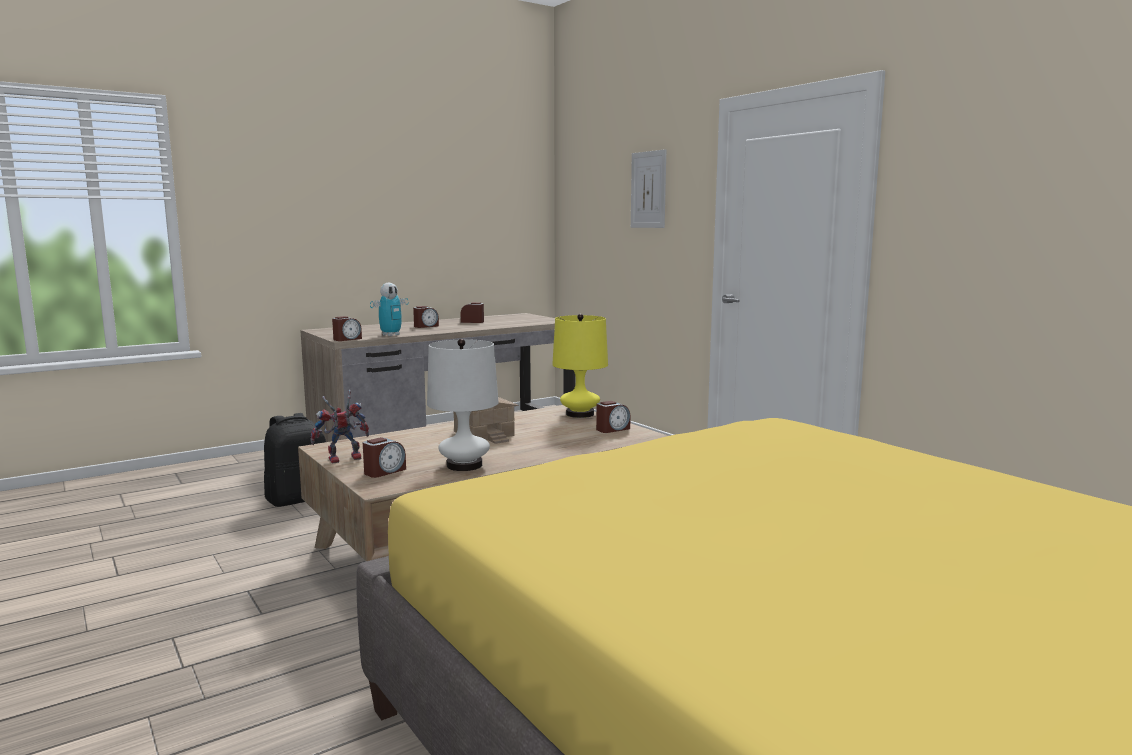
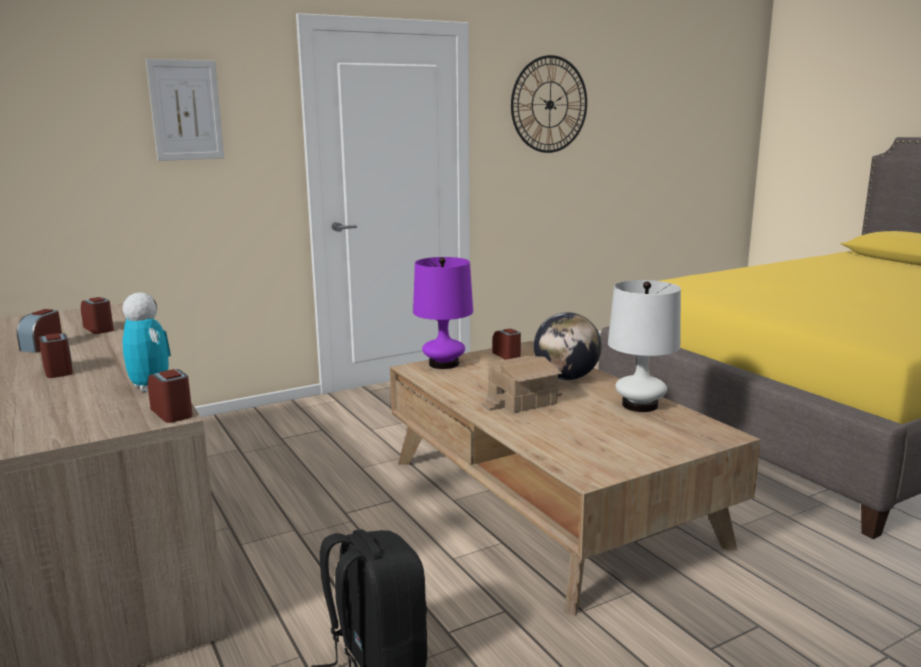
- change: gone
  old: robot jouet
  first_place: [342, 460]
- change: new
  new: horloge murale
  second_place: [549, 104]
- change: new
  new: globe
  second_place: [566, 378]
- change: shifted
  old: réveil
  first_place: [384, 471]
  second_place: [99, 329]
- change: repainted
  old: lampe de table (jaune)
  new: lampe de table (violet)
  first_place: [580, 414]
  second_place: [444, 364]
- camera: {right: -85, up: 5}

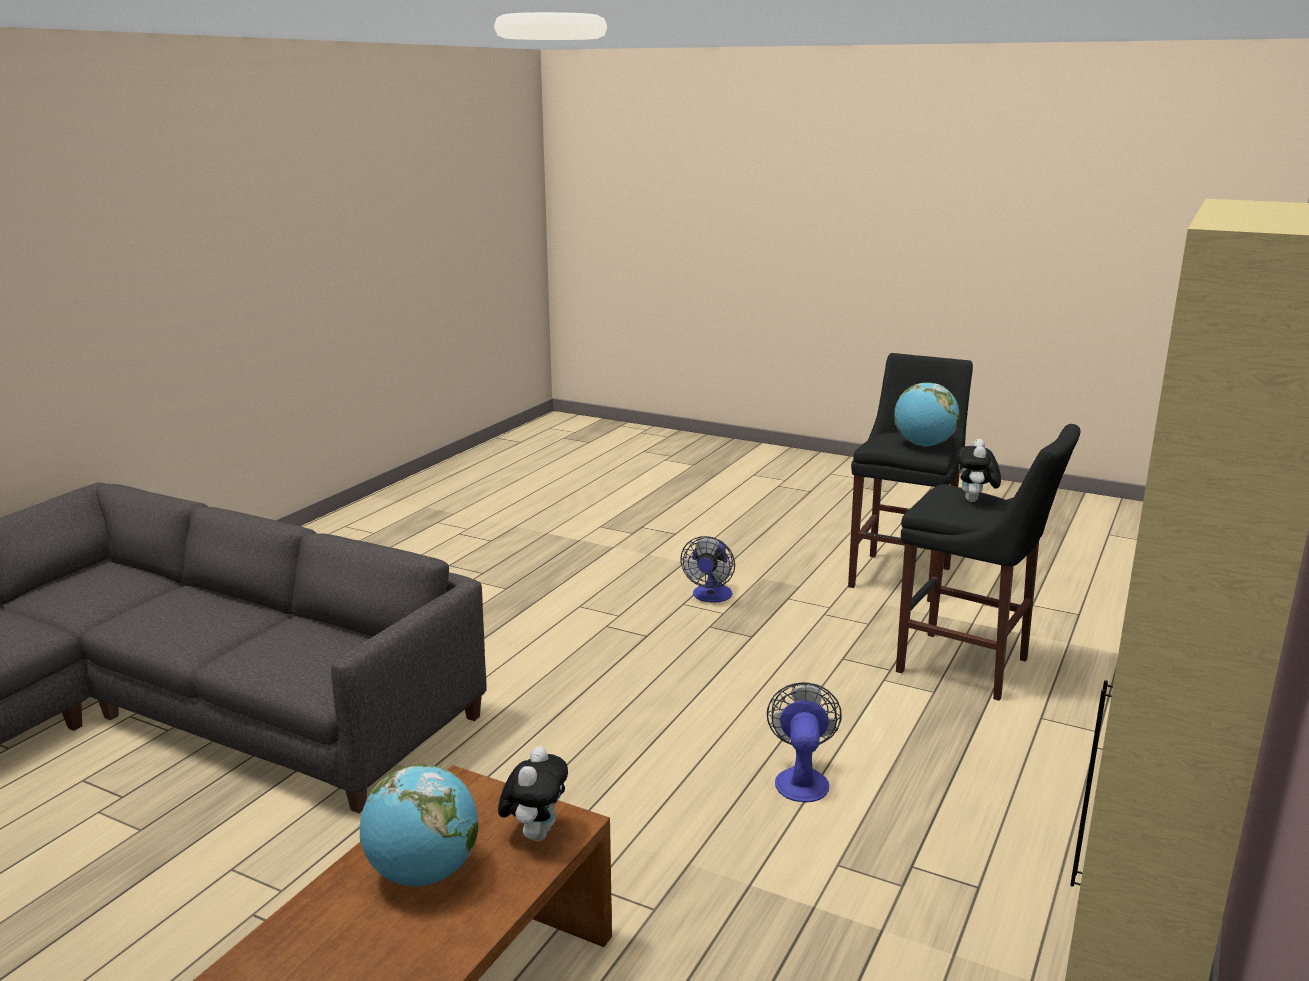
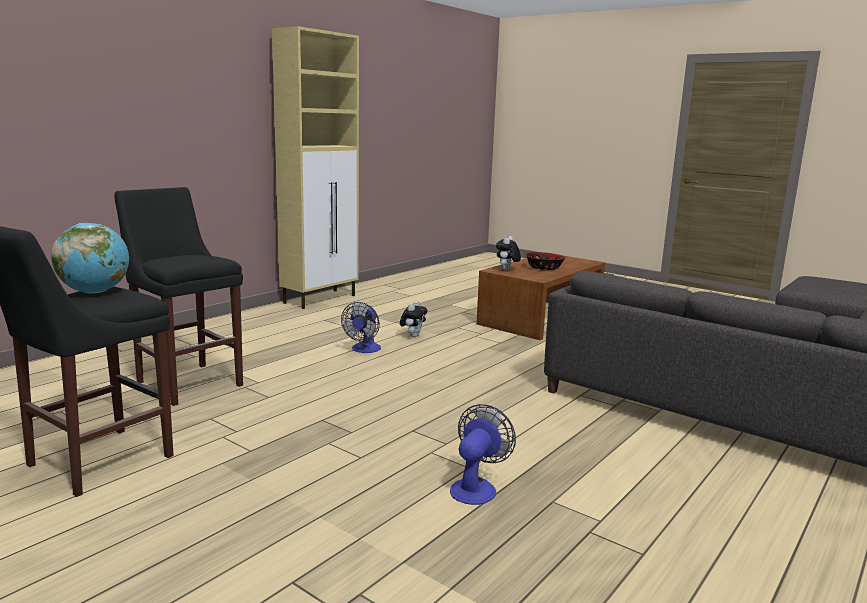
- change: shifted
  old: ventilateur
  first_place: [710, 597]
  second_place: [476, 487]
- change: shifted
  old: peluche
  first_place: [975, 501]
  second_place: [413, 336]
- change: swapped
  old: globe
  new: bol
  first_place: [423, 874]
  second_place: [544, 268]
- camera: {right: -170, up: -5}

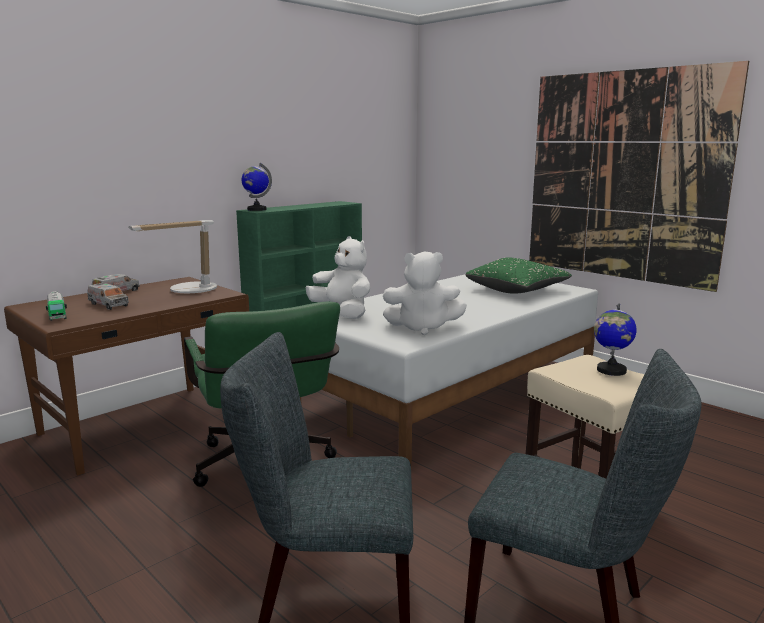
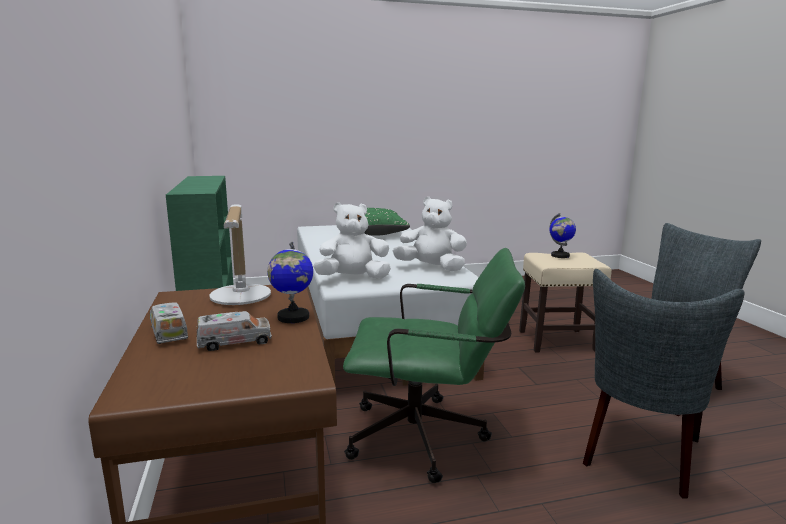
- change: gone
  old: camion jouet
  first_place: [57, 315]
- change: gone
  old: tableau
  first_place: [623, 177]
- change: shifted
  old: globe
  first_place: [256, 209]
  second_place: [293, 317]
- change: rotated
  old: peluche (blanc)
  first_place: [422, 328]
  second_place: [431, 268]
  degrees: -105
- camera: {right: -60, up: 0}

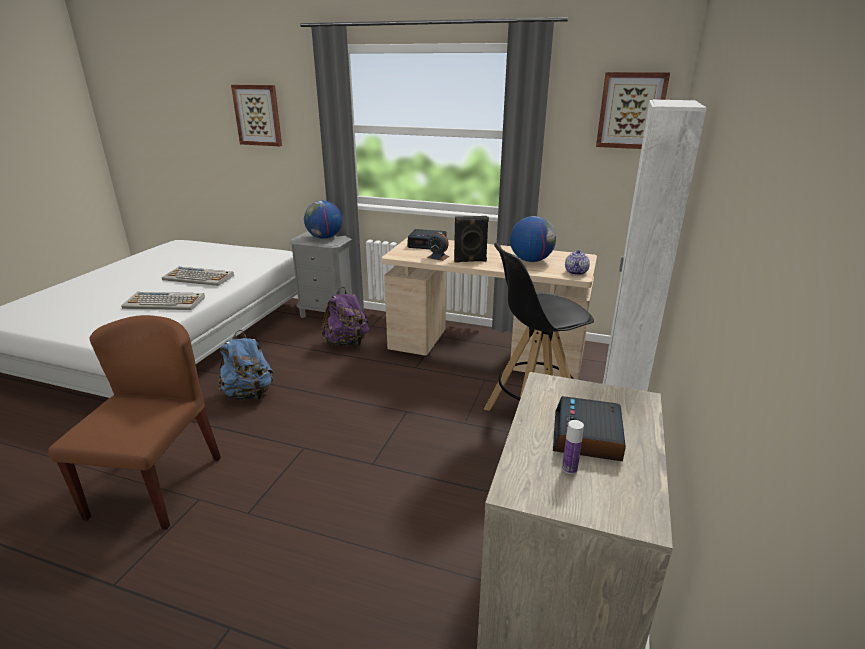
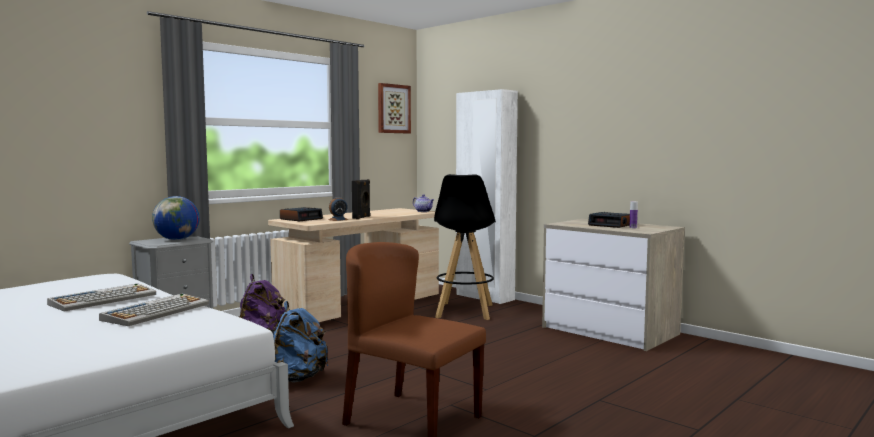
- change: gone
  old: tableau
  first_place: [258, 115]
- change: gone
  old: globe
  first_place: [530, 260]
- camera: {right: -65, up: -20}

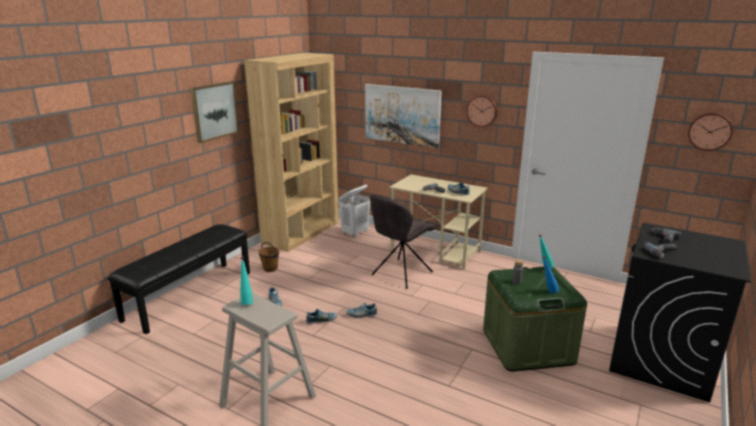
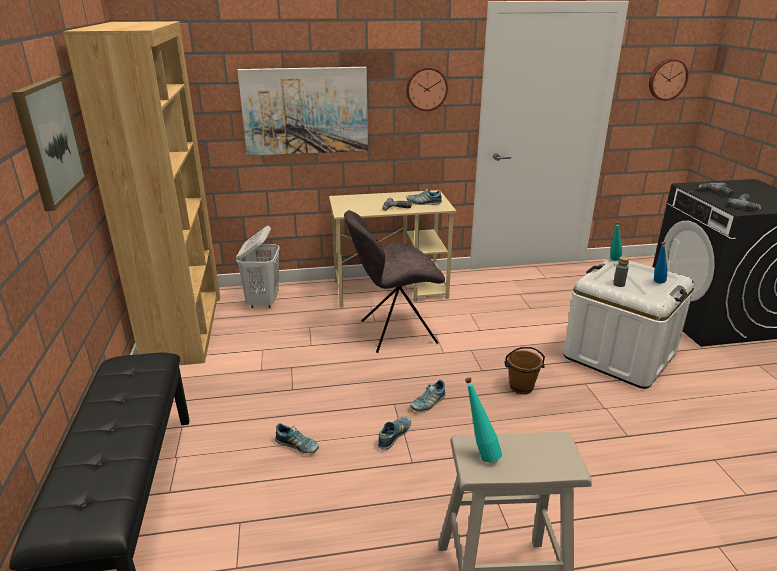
- change: shifted
  old: seau (marron)
  first_place: [270, 269]
  second_place: [521, 387]
- change: repainted
  old: boîte de rangement (vert)
  new: boîte de rangement (blanc)
  first_place: [527, 346]
  second_place: [619, 355]
- change: rotated
  old: chaise (gris)
  first_place: [400, 274]
  second_place: [395, 332]
  degrees: 75
- camera: {right: -40, up: 5}

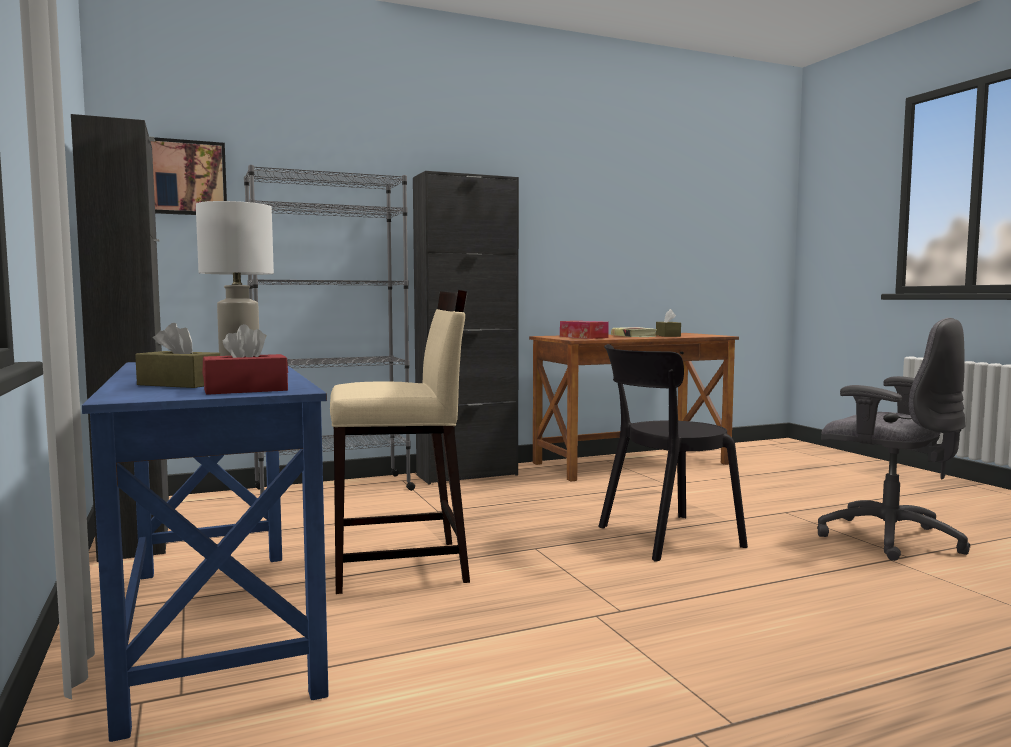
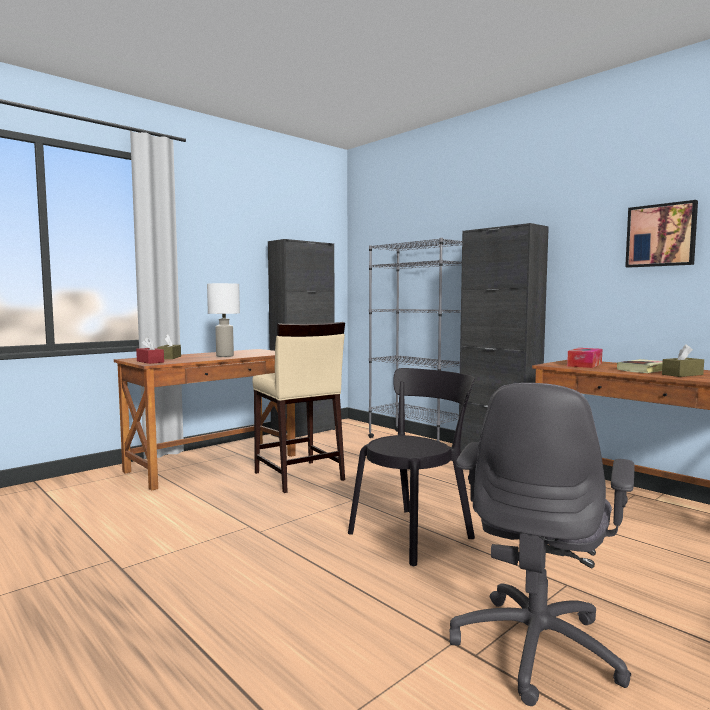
- change: shifted
  old: tableau
  first_place: [187, 178]
  second_place: [661, 235]
- change: repainted
  old: bureau (bleu)
  new: bureau (marron)
  first_place: [216, 626]
  second_place: [213, 463]
- change: rotated
  old: chaise (noir)
  first_place: [663, 537]
  second_place: [414, 534]
  degrees: 90
- camera: {right: 70, up: 0}

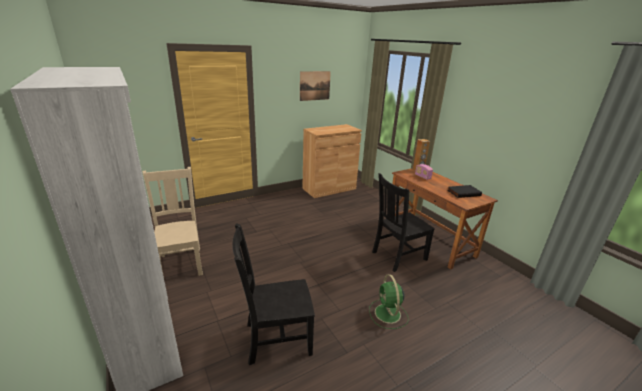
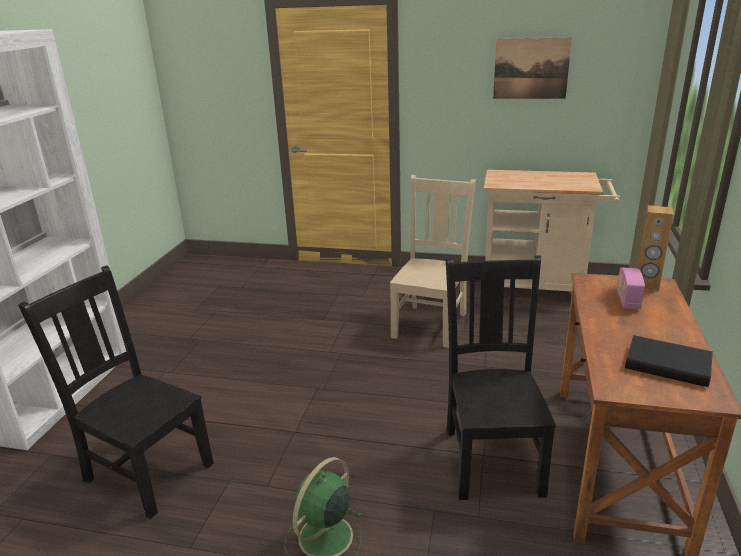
- change: shifted
  old: chaise (beige)
  first_place: [181, 263]
  second_place: [431, 324]
- change: swapped
  old: meuble de rangement (marron)
  new: chariot (beige)
  first_place: [329, 188]
  second_place: [539, 289]
- change: rotated
  old: chaise (noir)
  first_place: [397, 256]
  second_place: [492, 458]
  degrees: 75
- camera: {right: 45, up: 0}

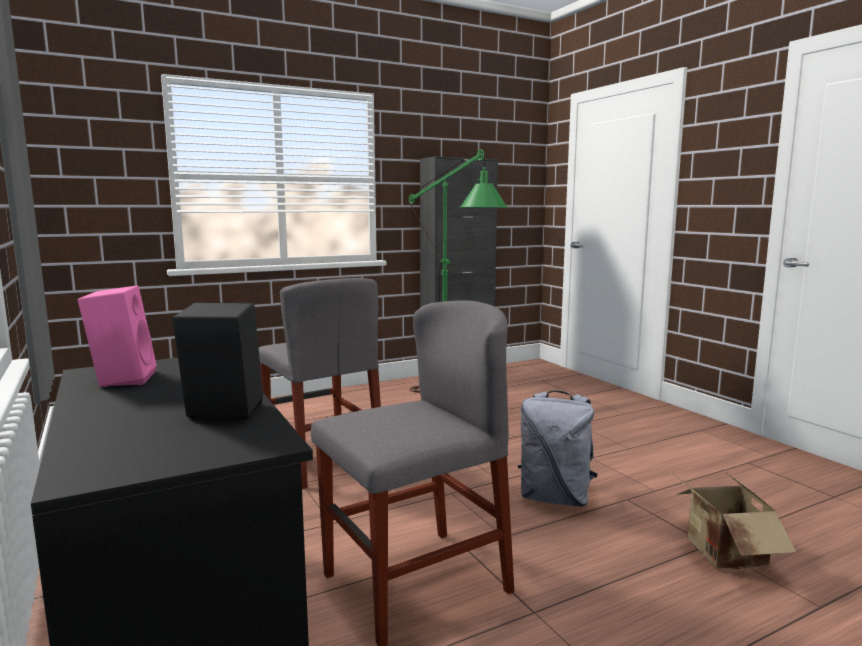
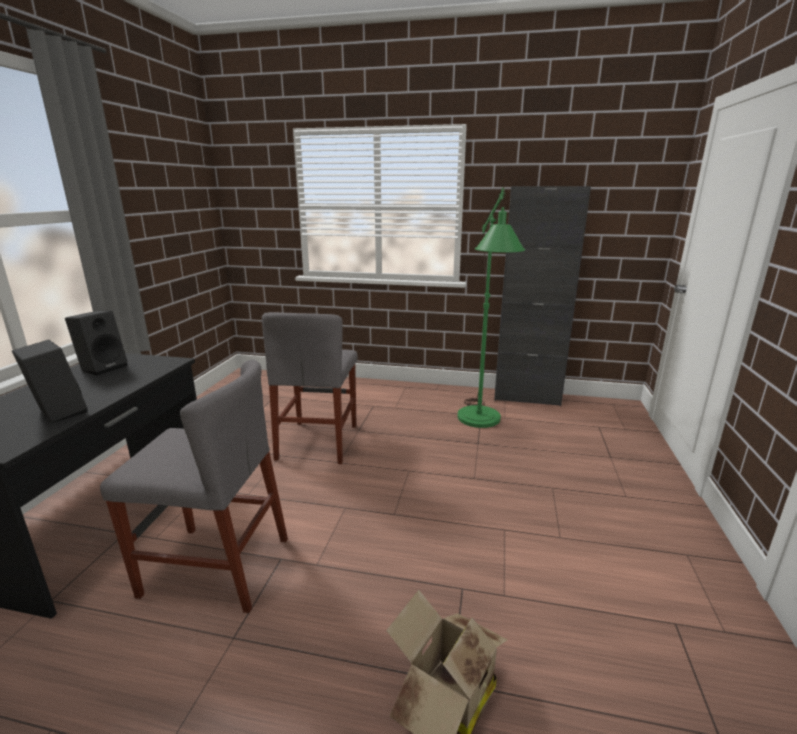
- change: gone
  old: sac à dos (gris)
  first_place: [555, 498]
- change: repainted
  old: enceinte (rose)
  new: enceinte (noir)
  first_place: [122, 379]
  second_place: [104, 367]
- camera: {right: 40, up: 10}

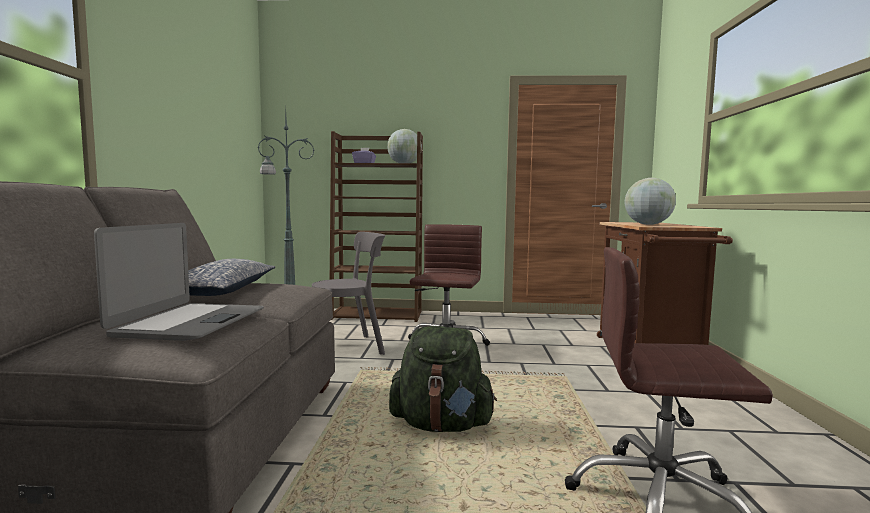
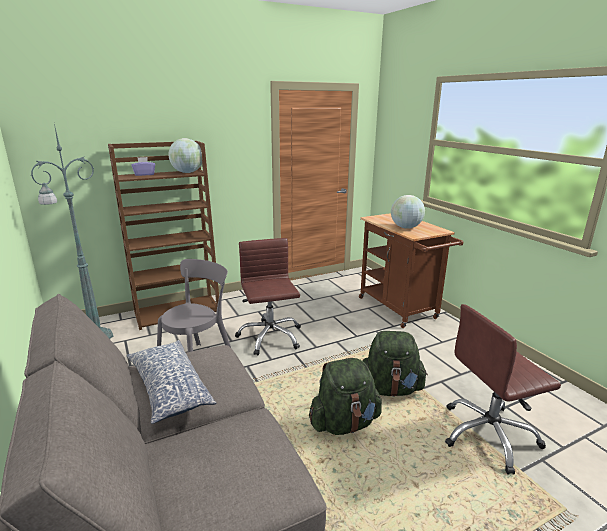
- change: gone
  old: ordinateur portable
  first_place: [190, 323]
- change: new
  new: sac à dos (vert)
  second_place: [390, 389]
- camera: {right: -30, up: 15}

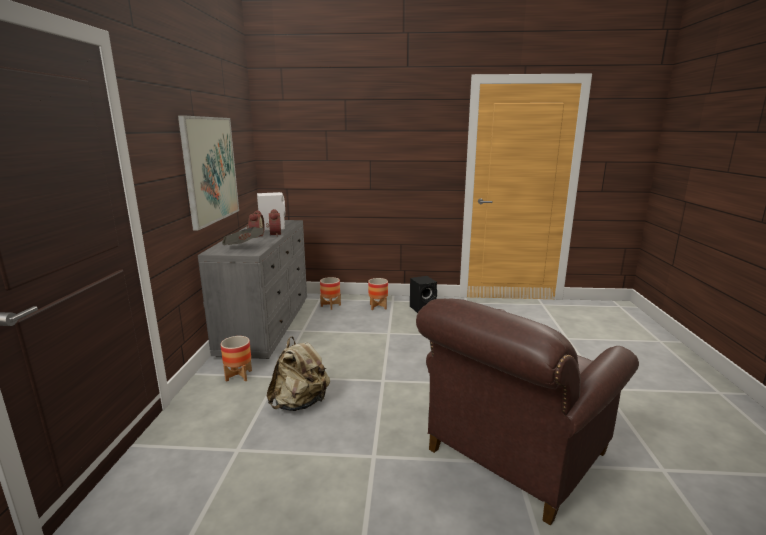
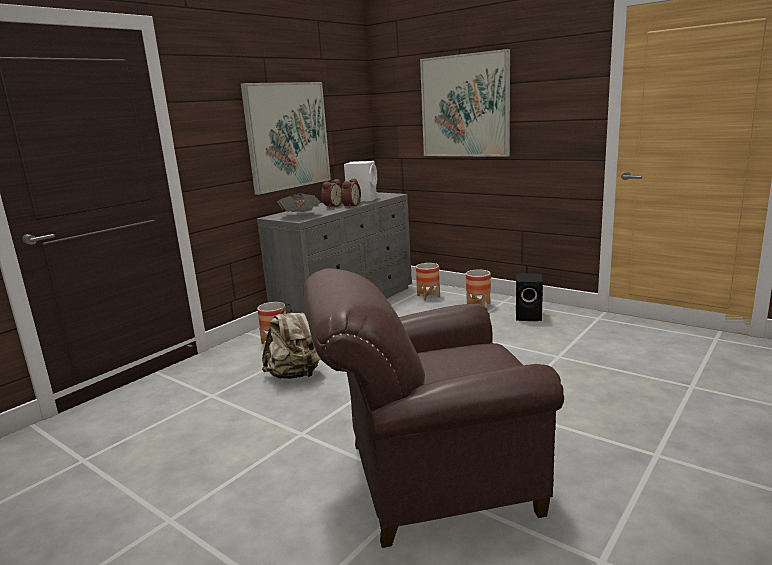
- change: new
  new: tableau
  second_place: [465, 106]
- camera: {right: 35, up: 0}

